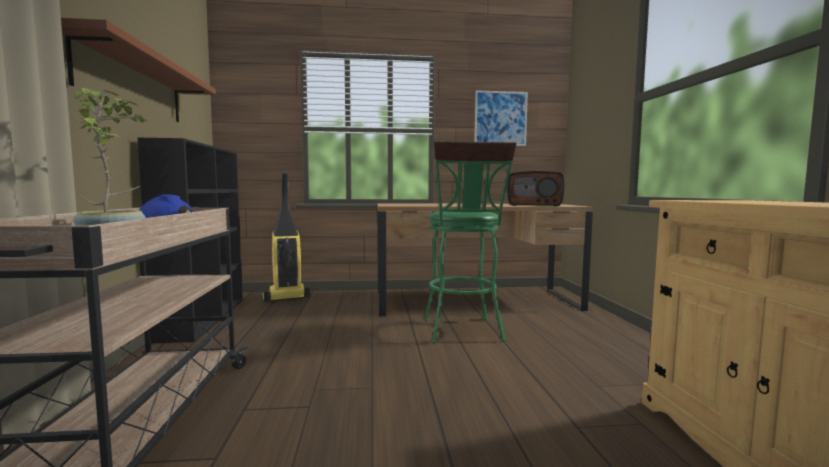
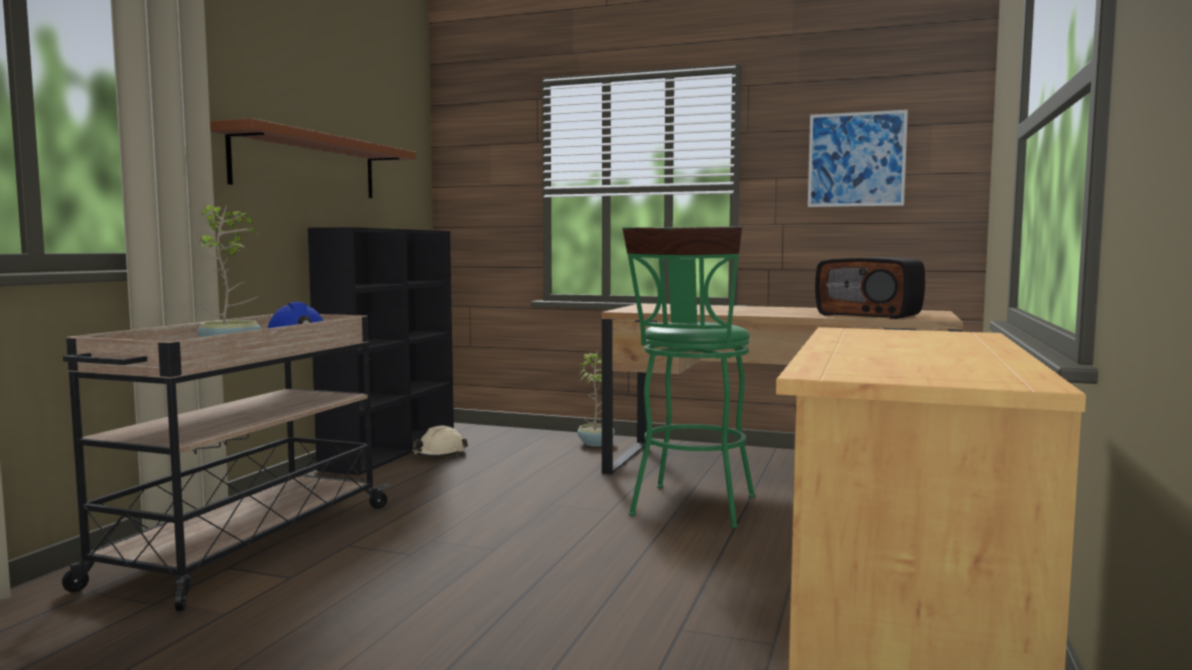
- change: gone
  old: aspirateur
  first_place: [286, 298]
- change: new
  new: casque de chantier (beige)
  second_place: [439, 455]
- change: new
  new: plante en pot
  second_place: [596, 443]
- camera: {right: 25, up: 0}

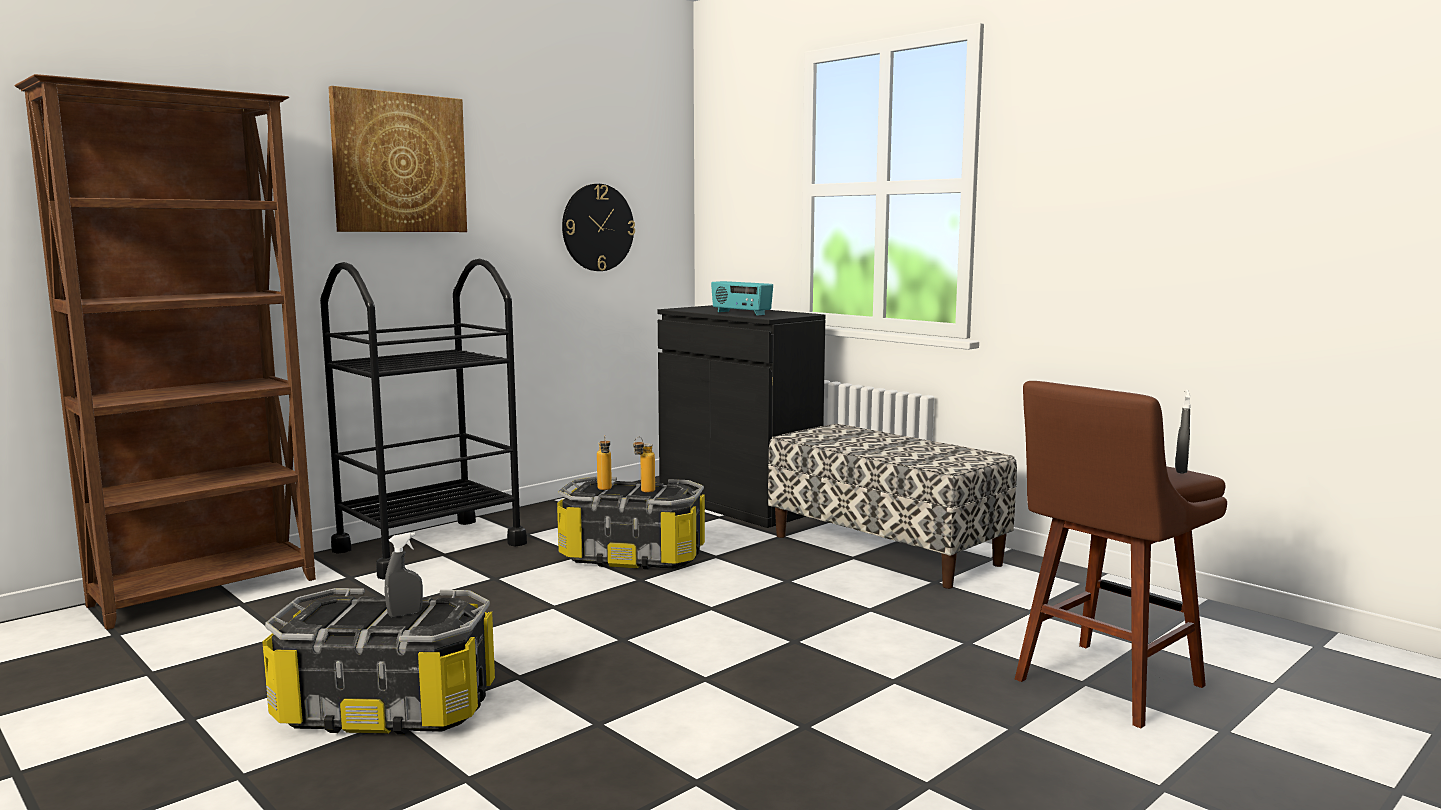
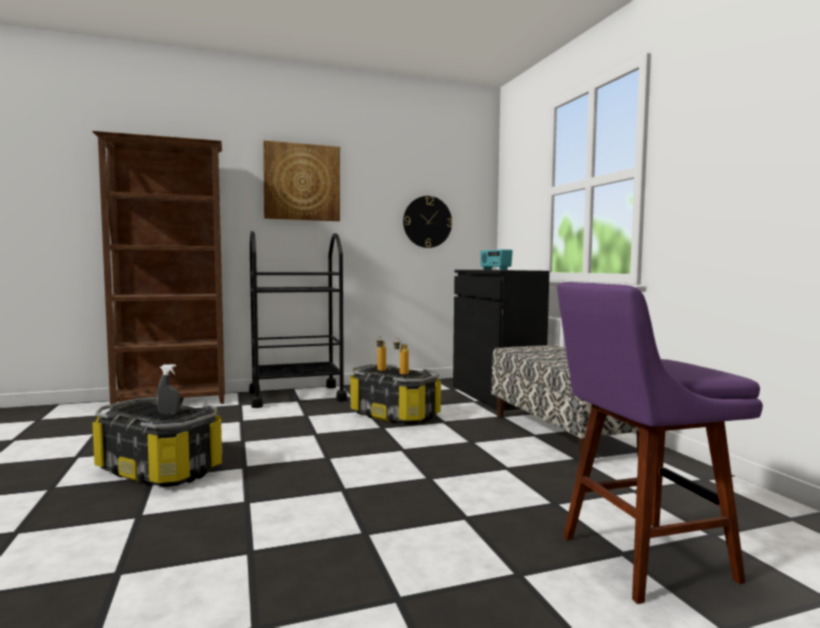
- change: gone
  old: vaporisateur (gris)
  first_place: [1180, 470]
- change: repainted
  old: tabouret (marron)
  new: tabouret (violet)
  first_place: [1103, 685]
  second_place: [639, 559]
- camera: {right: 25, up: -5}

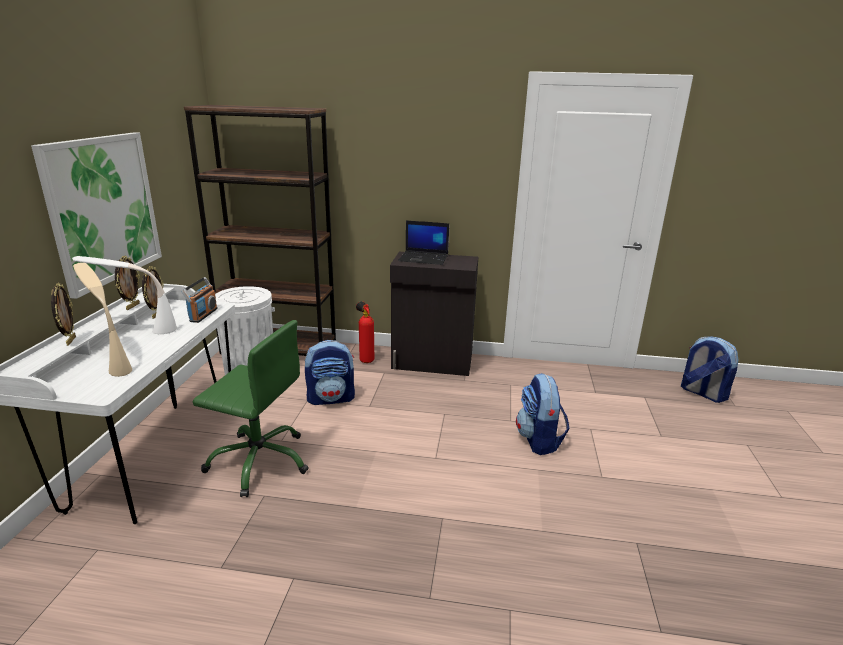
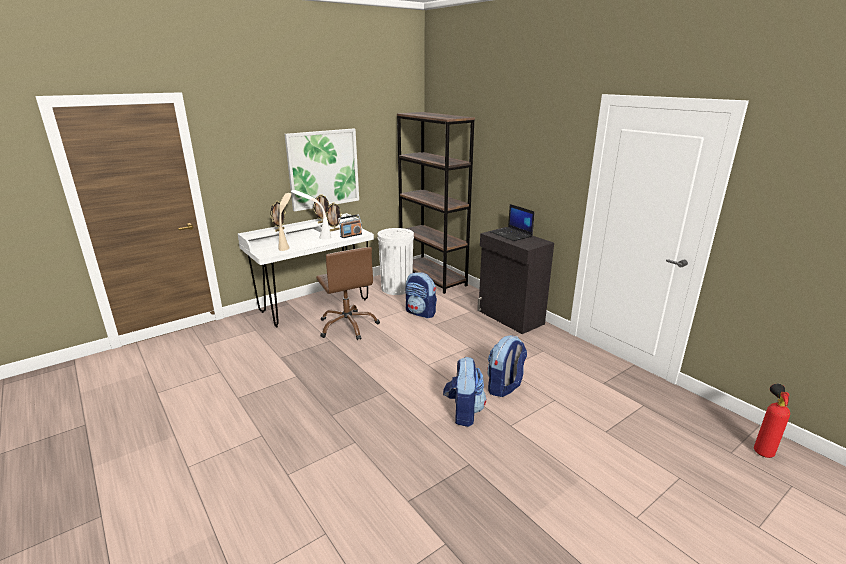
- change: shifted
  old: extincteur
  first_place: [365, 359]
  second_place: [762, 450]
- change: shifted
  old: sac à dos
  first_place: [702, 393]
  second_place: [463, 412]
- change: repainted
  old: chaise de bureau (vert)
  new: chaise de bureau (marron)
  first_place: [259, 461]
  second_place: [348, 326]
- camera: {right: 45, up: 0}

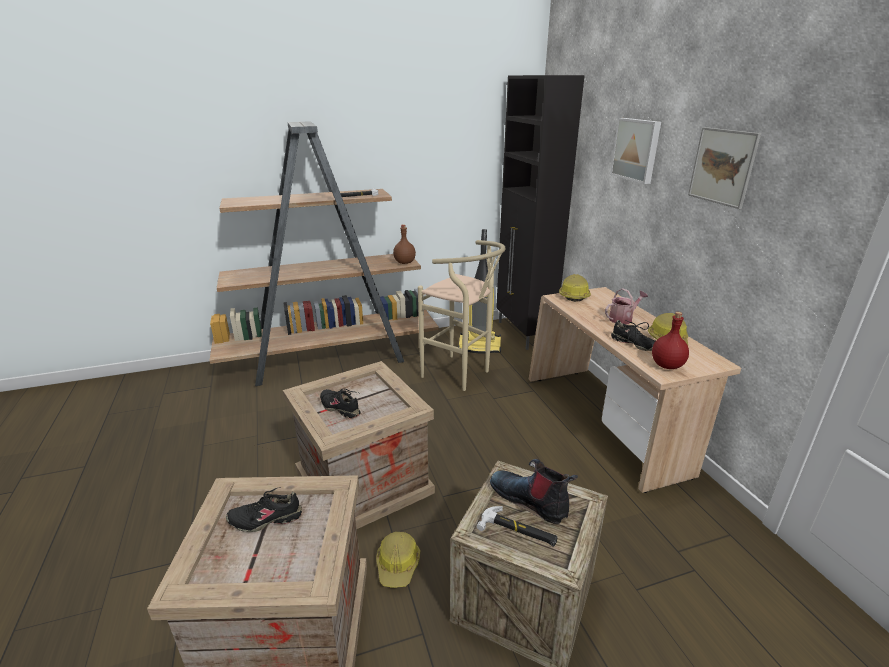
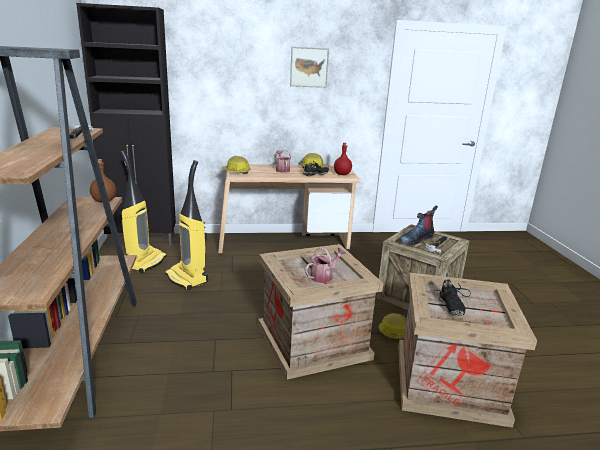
- change: gone
  old: tableau
  first_place: [636, 150]
- change: swapped
  old: chaussure (noir)
  new: arrosoir
  first_place: [340, 408]
  second_place: [324, 276]
- change: swapped
  old: tabouret (beige)
  new: aspirateur
  first_place: [461, 375]
  second_place: [187, 278]
- camera: {right: -80, up: -5}

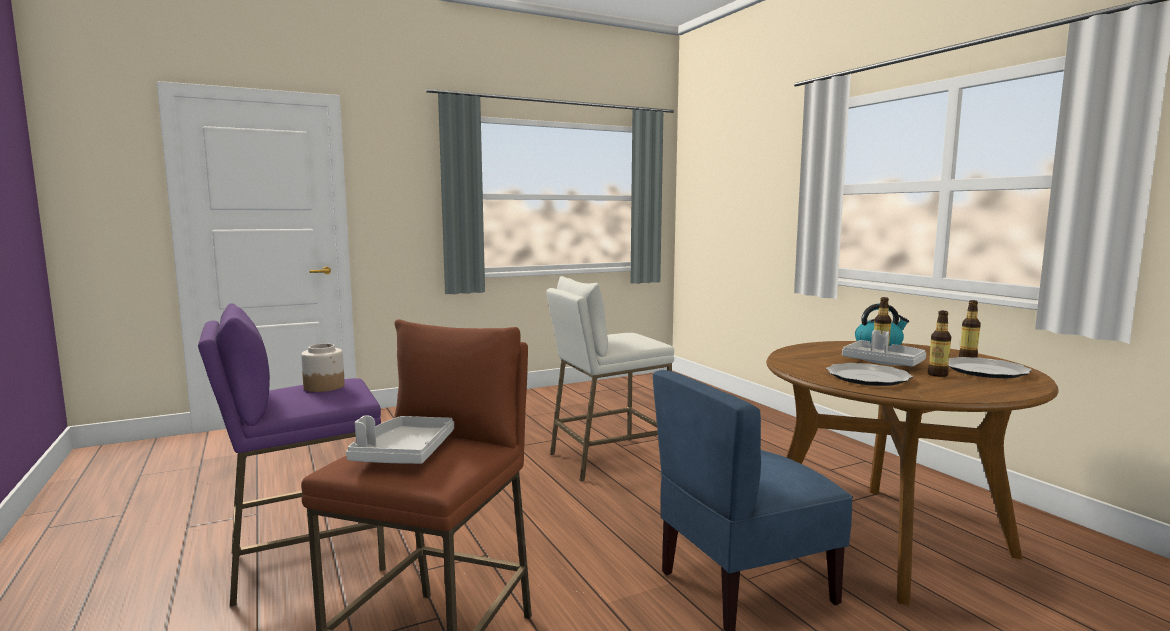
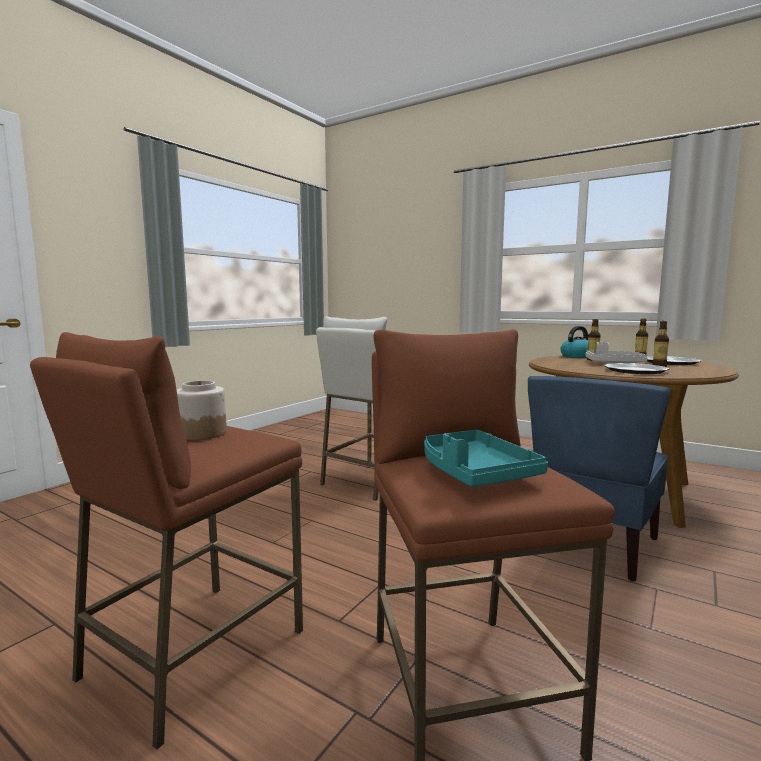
- change: repainted
  old: tabouret (violet)
  new: tabouret (marron)
  first_place: [305, 560]
  second_place: [193, 654]
- change: repainted
  old: plateau (gris)
  new: plateau (turquoise)
  first_place: [404, 453]
  second_place: [474, 473]
- camera: {right: -30, up: 0}

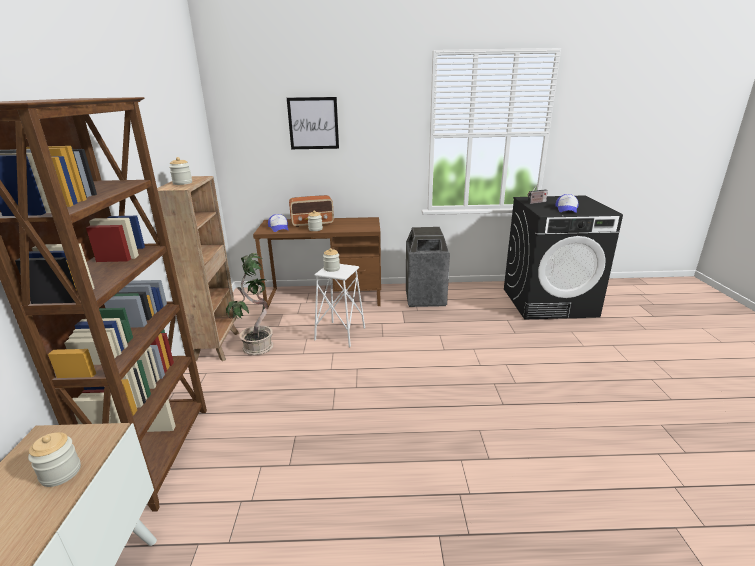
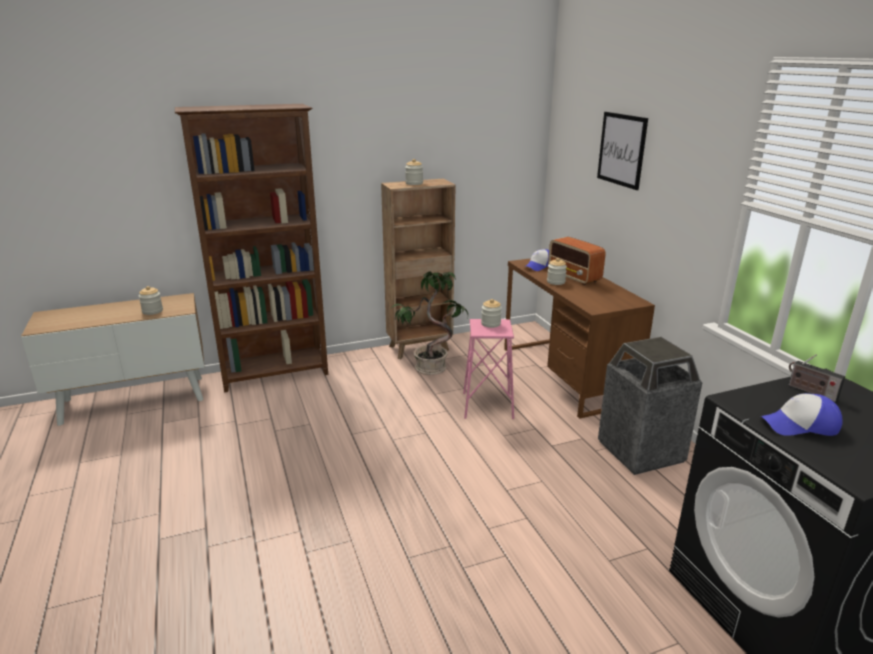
- change: repainted
  old: tabouret (blanc)
  new: tabouret (rose)
  first_place: [340, 334]
  second_place: [487, 406]
- camera: {right: 70, up: 0}

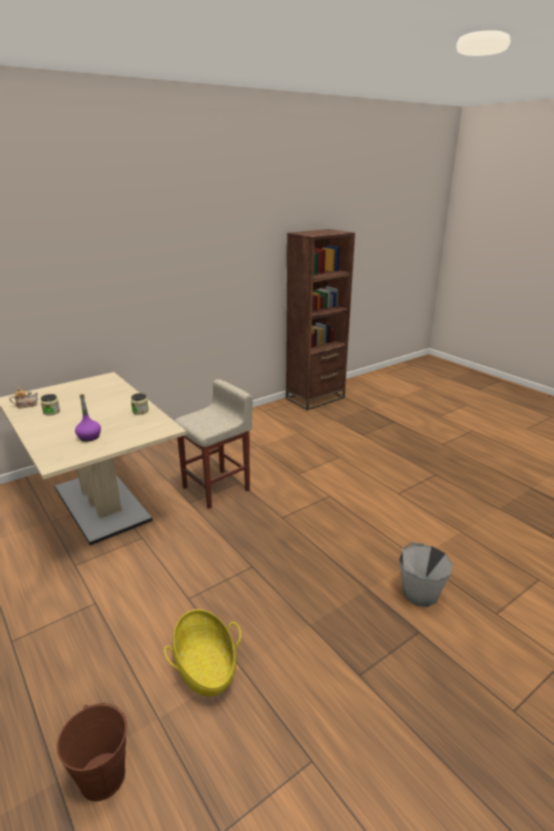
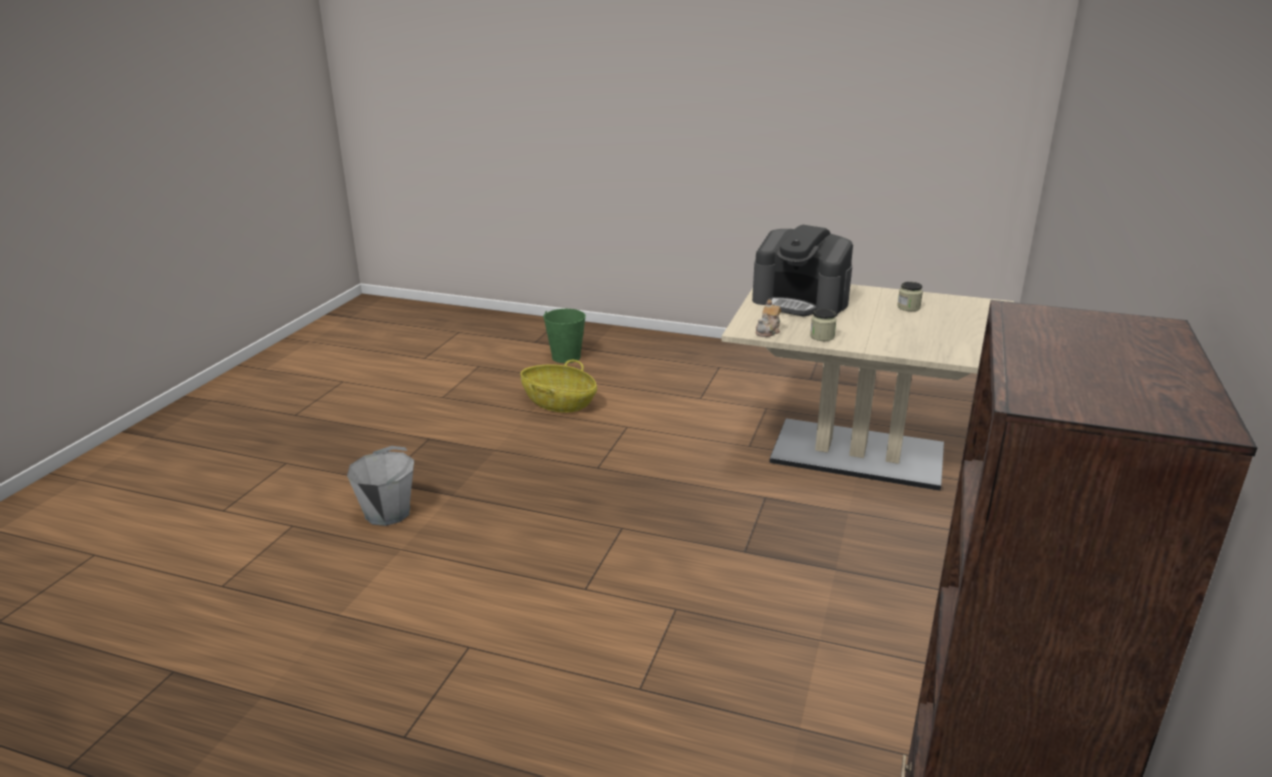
- change: gone
  old: tabouret (beige)
  first_place: [217, 488]
- change: shifted
  old: théière
  first_place: [26, 405]
  second_place: [768, 331]
- change: swapped
  old: bouteille (violet)
  new: machine à café
  first_place: [89, 437]
  second_place: [801, 302]
- change: repainted
  old: seau (marron)
  new: seau (vert)
  first_place: [102, 777]
  second_place: [566, 357]
- camera: {right: 145, up: 0}

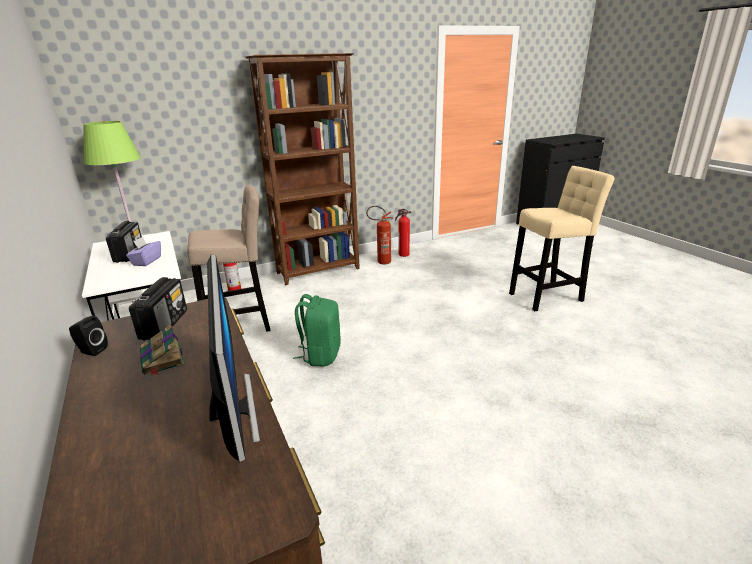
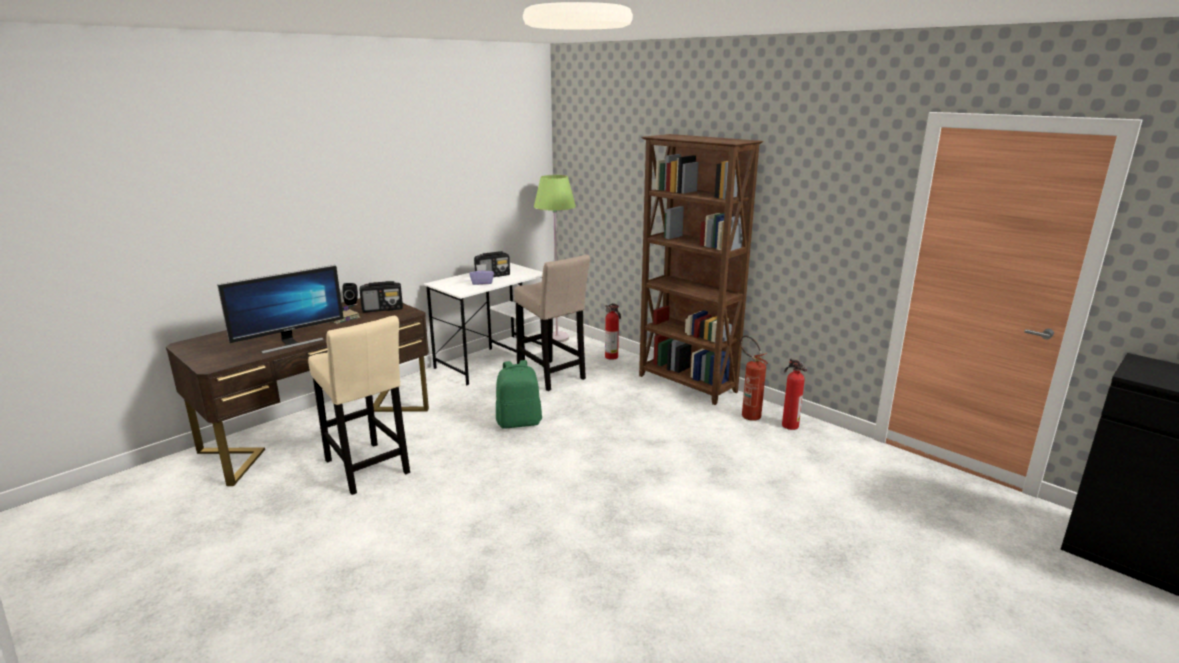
- change: shifted
  old: tabouret (beige)
  first_place: [548, 296]
  second_place: [367, 469]
- camera: {right: 70, up: -5}

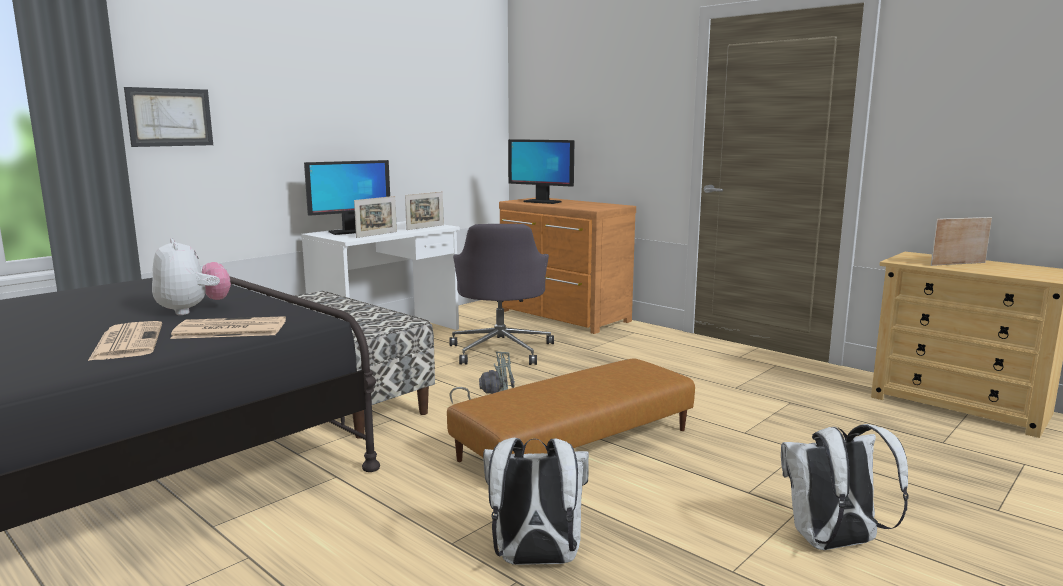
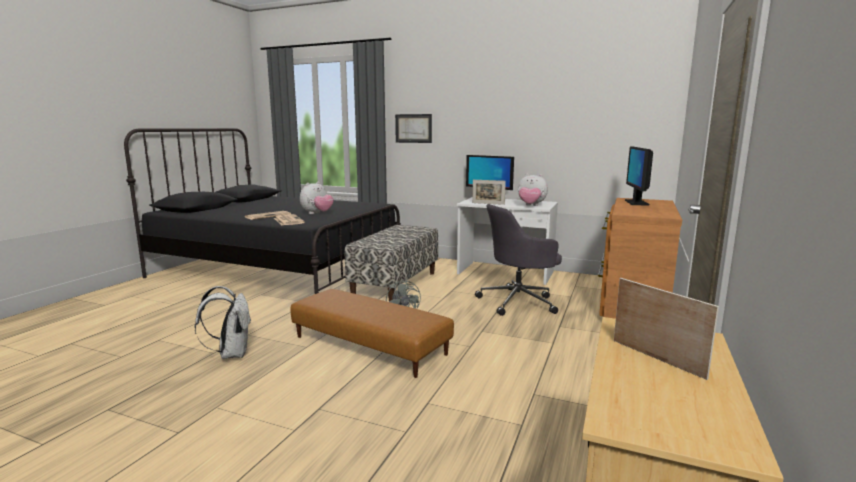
- change: gone
  old: sac à dos (blanc)
  first_place: [833, 544]
- change: swapped
  old: cadre photo
  new: peluche
  first_place: [425, 227]
  second_place: [531, 206]
- camera: {right: 70, up: 0}

